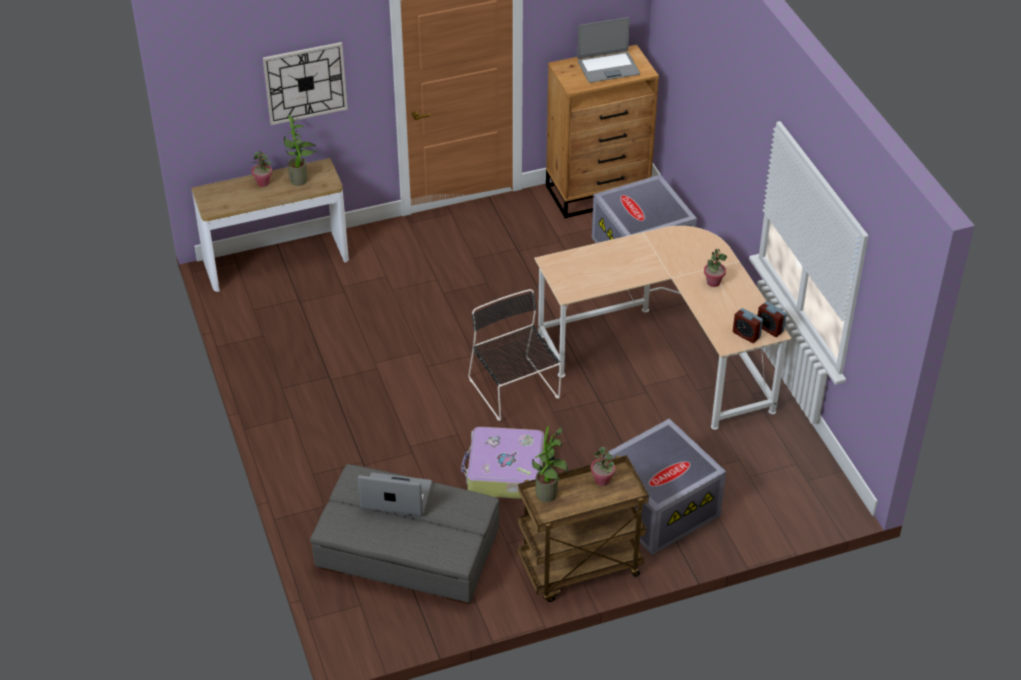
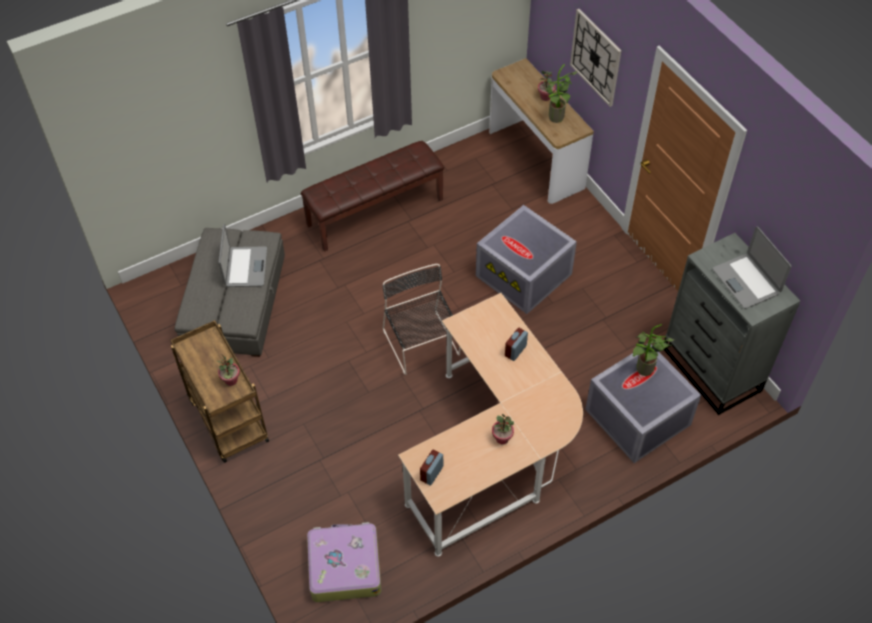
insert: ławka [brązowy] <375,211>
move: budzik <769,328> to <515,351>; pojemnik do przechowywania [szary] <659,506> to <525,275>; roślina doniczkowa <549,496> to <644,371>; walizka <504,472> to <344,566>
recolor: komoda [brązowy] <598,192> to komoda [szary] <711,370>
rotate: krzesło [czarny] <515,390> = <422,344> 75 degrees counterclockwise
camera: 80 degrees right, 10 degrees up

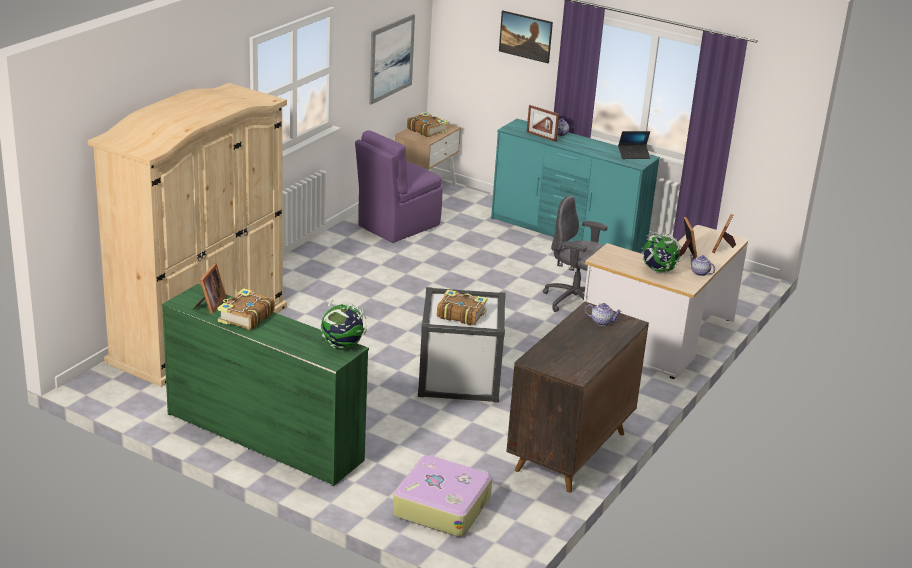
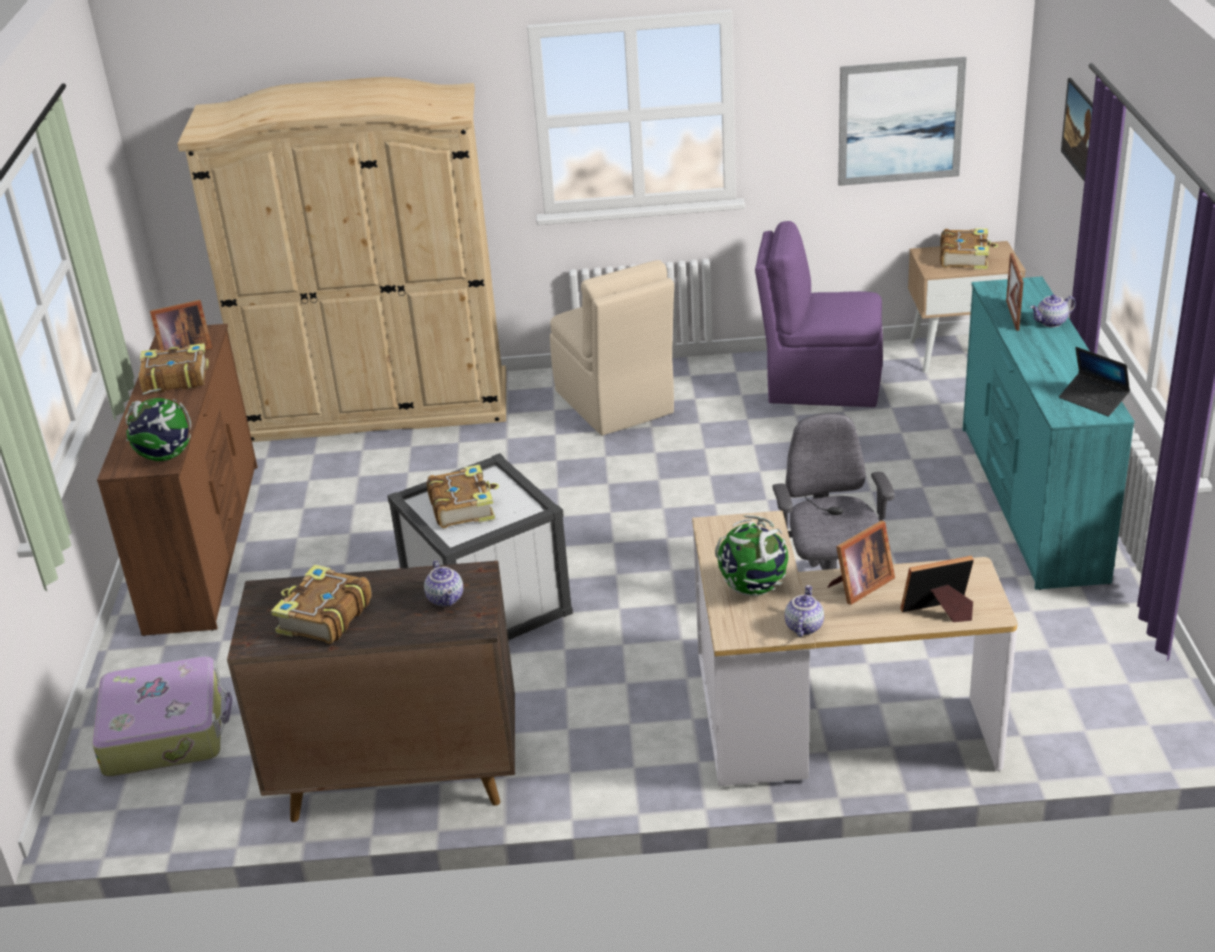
insert: krzesło [beżowy] <615,404>; książka <323,617>
recolor: komoda [zielony] <264,436> to komoda [brązowy] <206,545>
camera: 60 degrees right, 5 degrees up

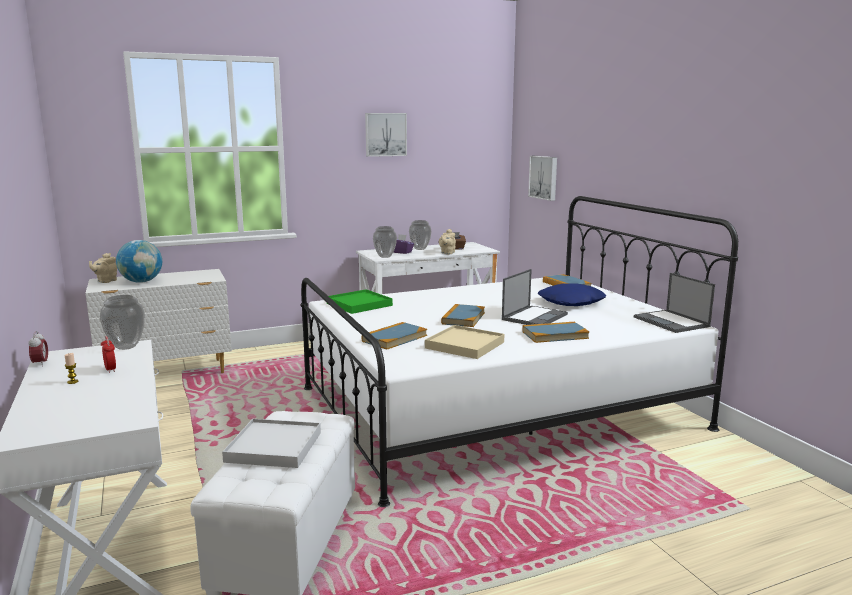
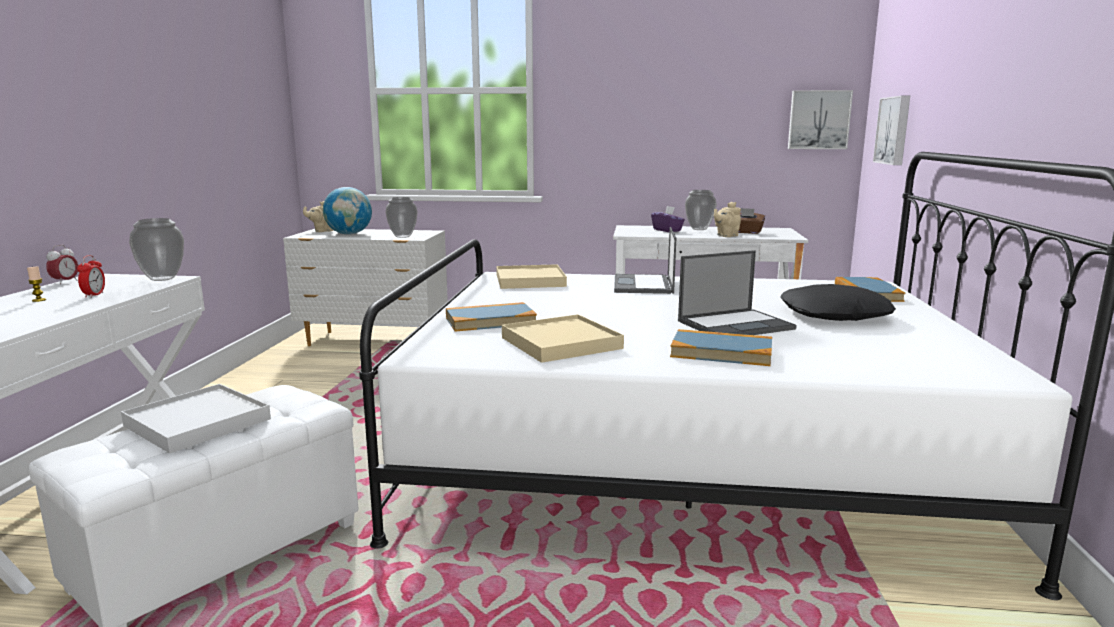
delete: książka <463,318>
move: obraz <385,134> to <819,120>; wazon <384,257> to <402,237>; laptop <672,322> to <643,285>
recolor: poduszka [niebieski] <571,302> to poduszka [czarny] <834,315>; taca [zielony] <359,304> to taca [beżowy] <530,281>
camera: 30 degrees right, 0 degrees up

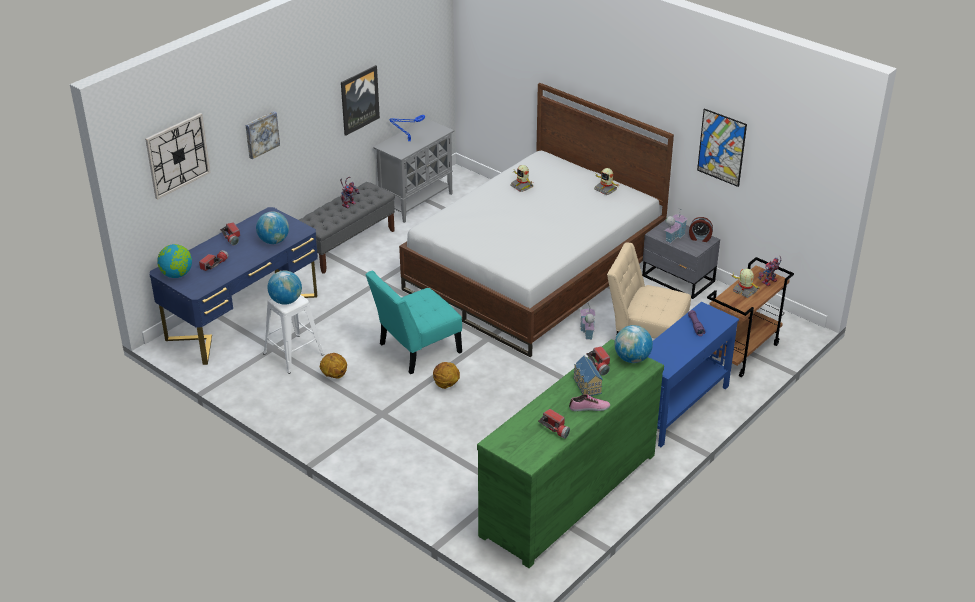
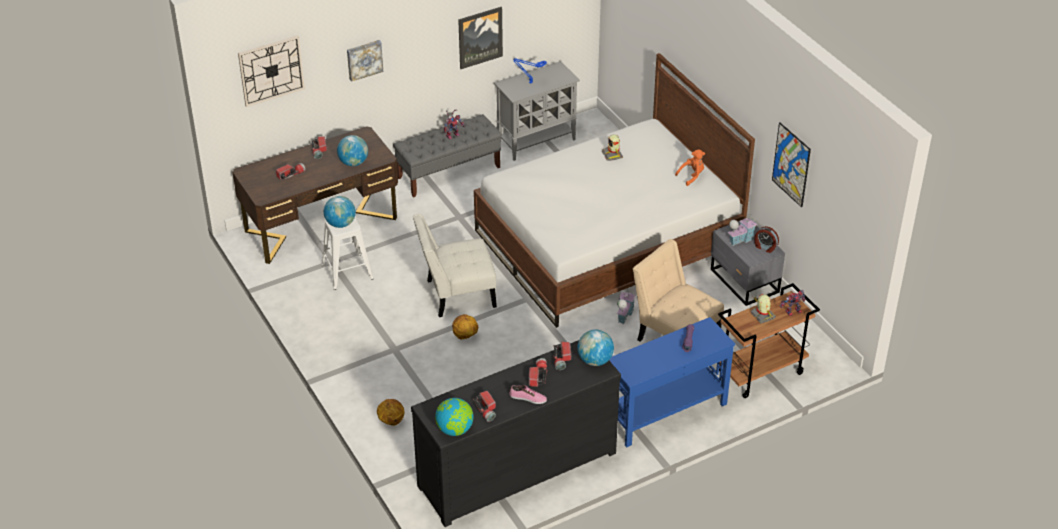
move: globus <177,275> to <455,430>; piłka do koszykówki <334,376> to <391,421>
replace: robot zabawkowy <605,189> to pluszak [pomarańczowy] <692,176>; domek <586,385> to latarka <538,376>
recolor: biurko [niebieski] <243,317> to biurko [brązowy] <321,225>; krzesło [turkusowy] <416,350> to krzesło [biały] <456,294>; komoda [zielony] <567,494> to komoda [czarny] <516,468>
camera: 20 degrees right, 5 degrees up

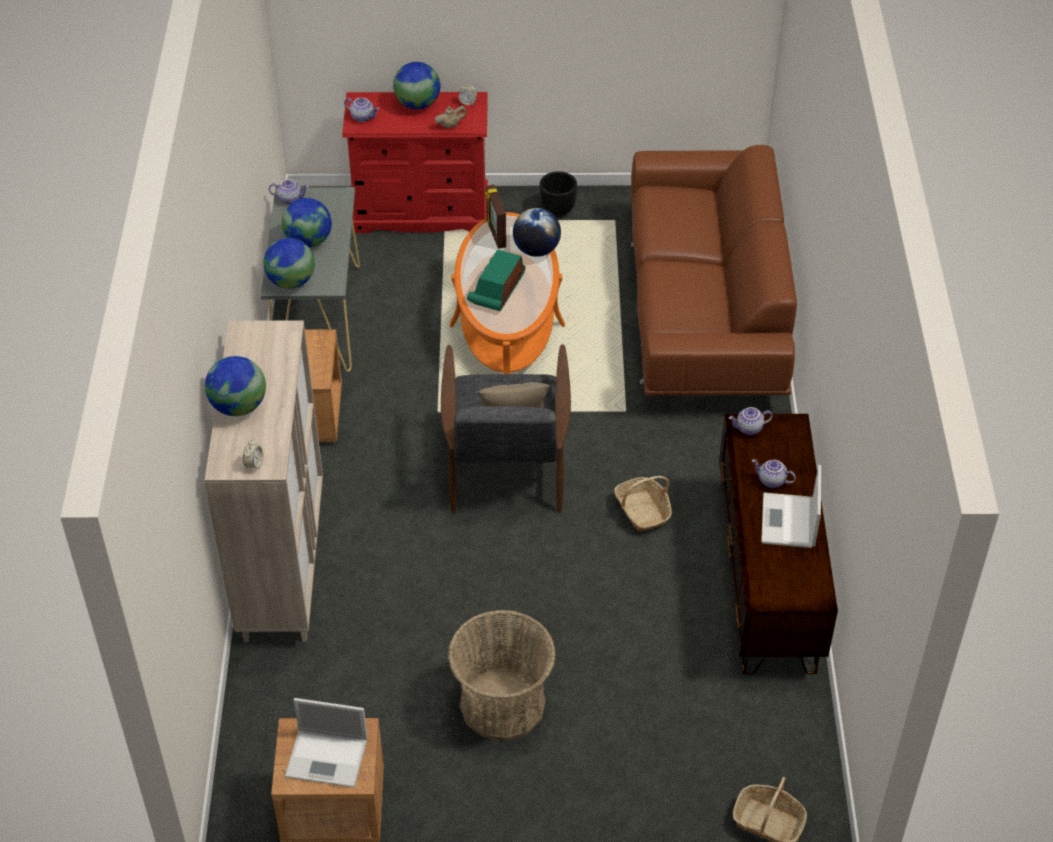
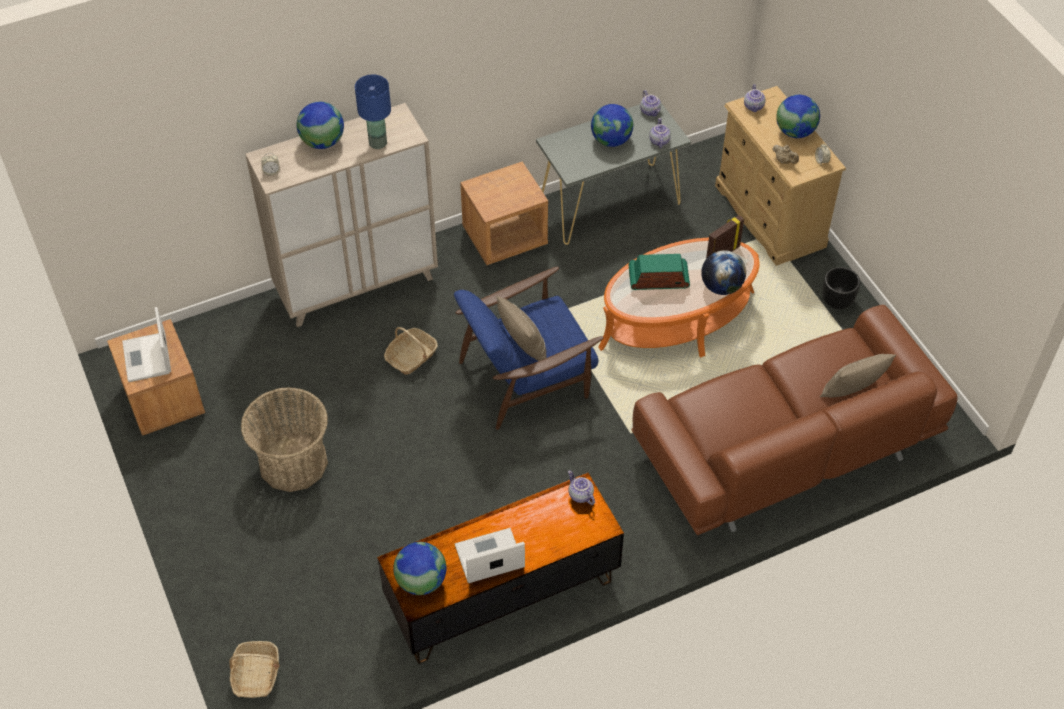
insert: lampa stołowa [niebieski] <378,143>; poduszka [beżowy] <852,392>
move: globus <291,282> to <421,581>; imbryk <771,481> to <658,141>; koszyk <642,511> to <411,357>
recolor: komoda [czerwony] <421,212> to komoda [beżowy] <769,216>; fotel [szary] <506,464> to fotel [niebieski] <527,376>
camera: 65 degrees right, 5 degrees up

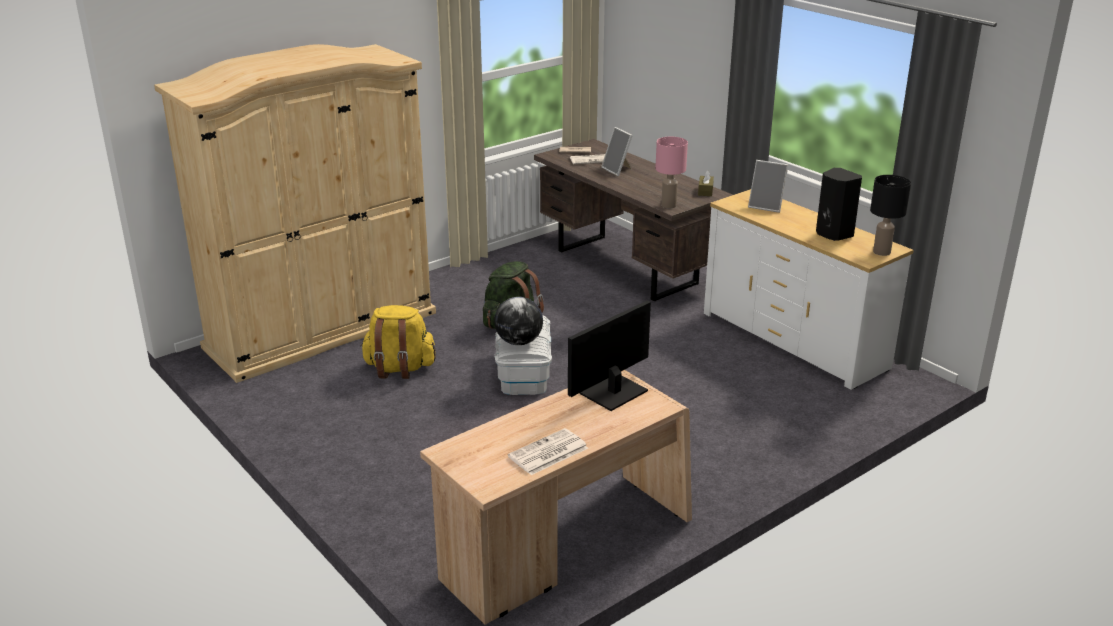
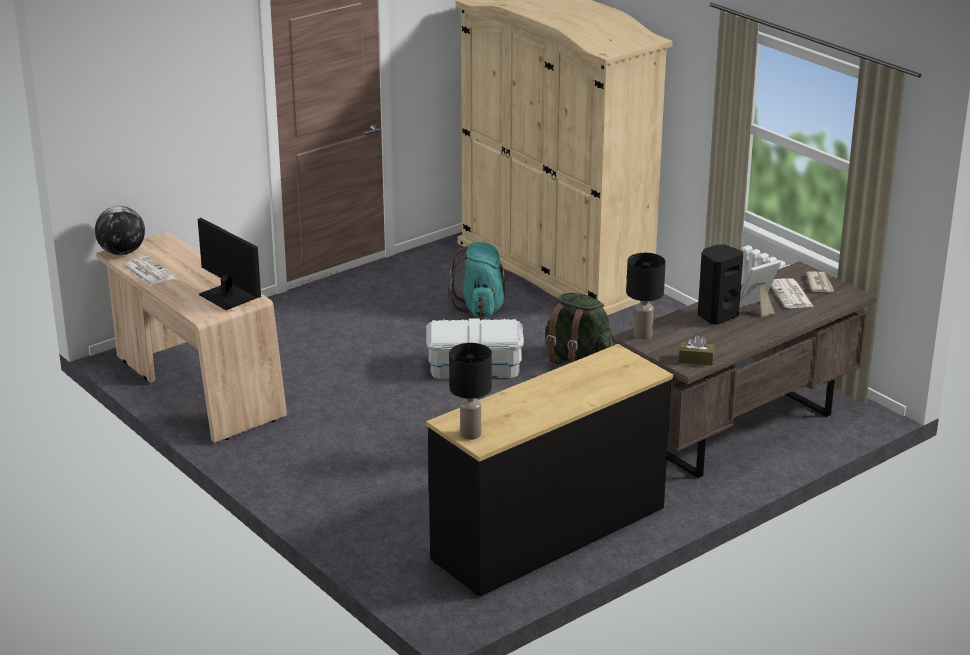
delete: ramka na zdjęcie <766,206>
move: głośnik [czarny] <833,234> to <716,315>; globus <519,342> to <122,252>
recolor: lampa stołowa [różowy] <668,205> to lampa stołowa [czarny] <643,335>; komoda [biały] <794,340> to komoda [czarny] <550,534>; plecak [żółty] <399,368> to plecak [turkusowy] <481,308>
camera: 90 degrees right, 0 degrees up

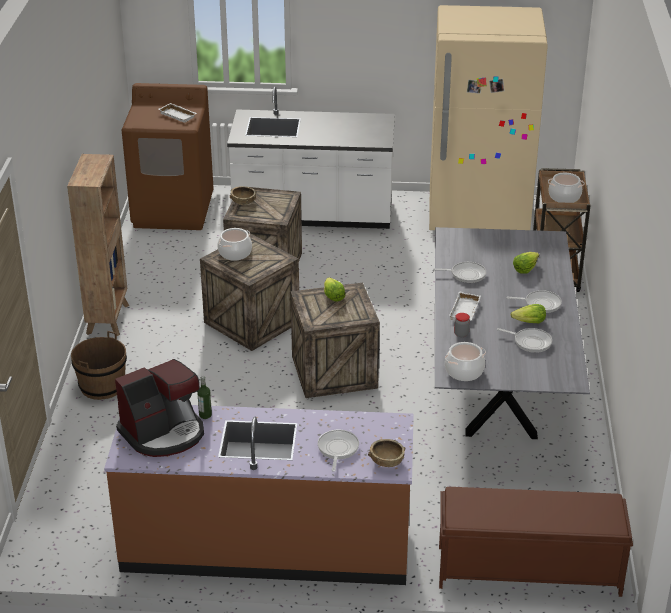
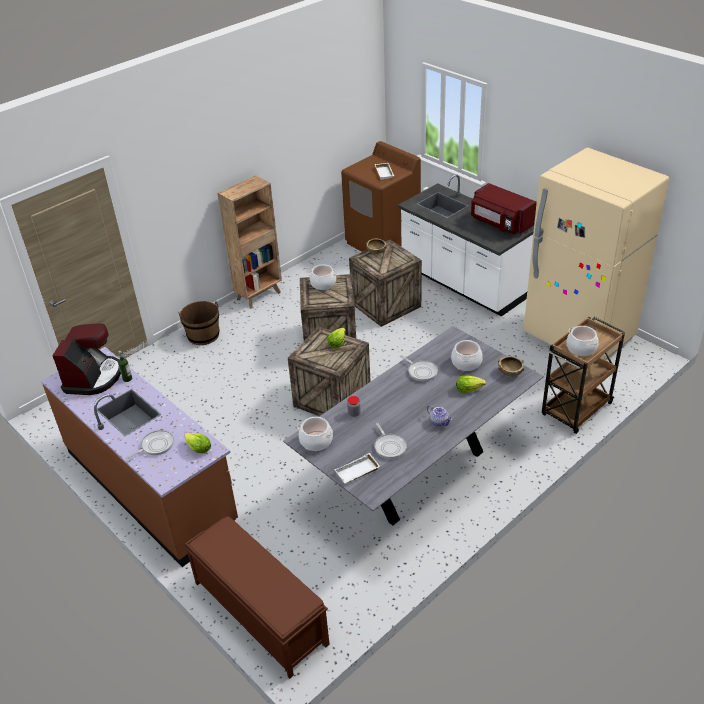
insert: mikrofalówka [czerwony] <500,224>; garnek <466,362>
move: taca [biały] <466,311> to <357,472>; sałata <529,322> to <198,448>; miska [brązowy] <386,461> to <510,372>
replace: patelnia <540,304> to imbryk <439,422>
rotate: ekspres do kawy <164,433> = <93,377> 90 degrees counterclockwise
camera: 45 degrees right, 5 degrees up

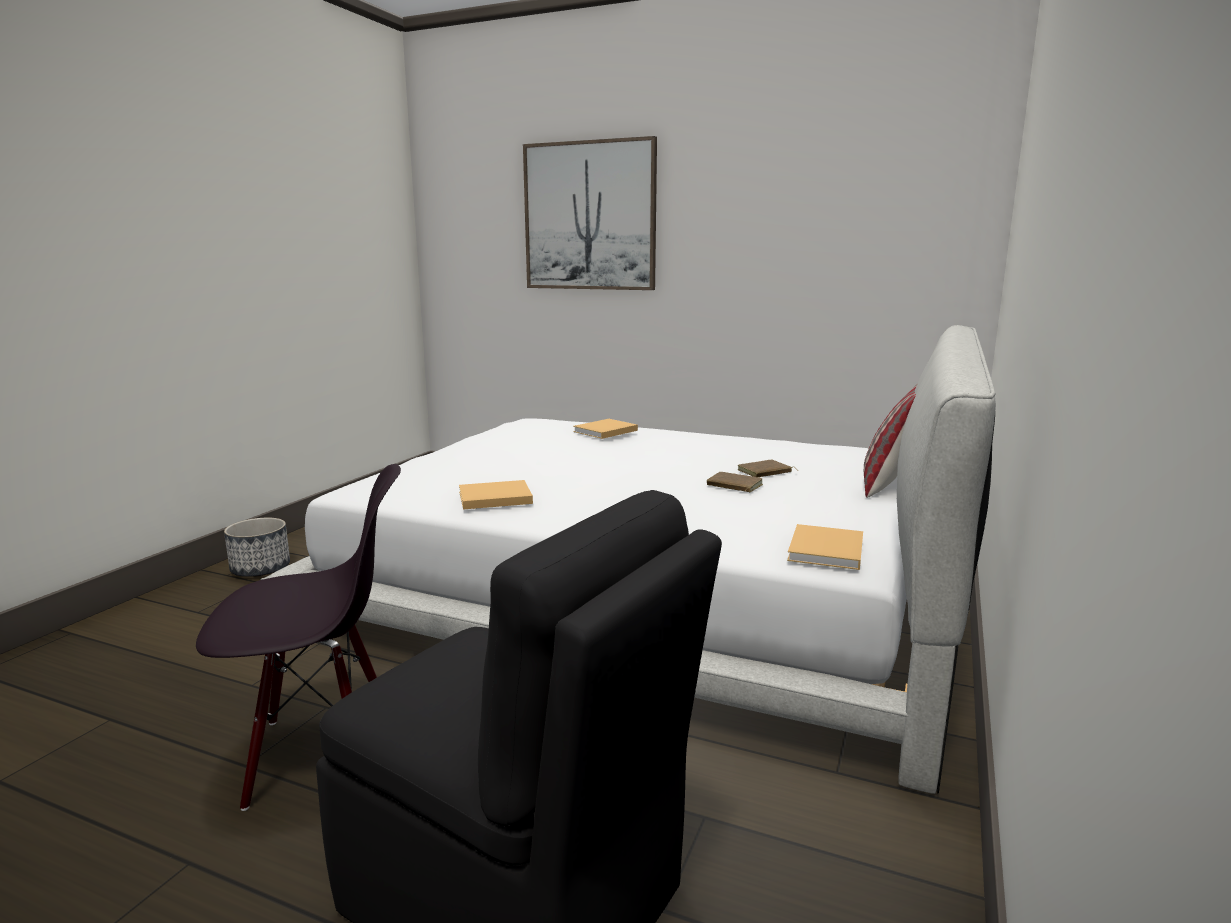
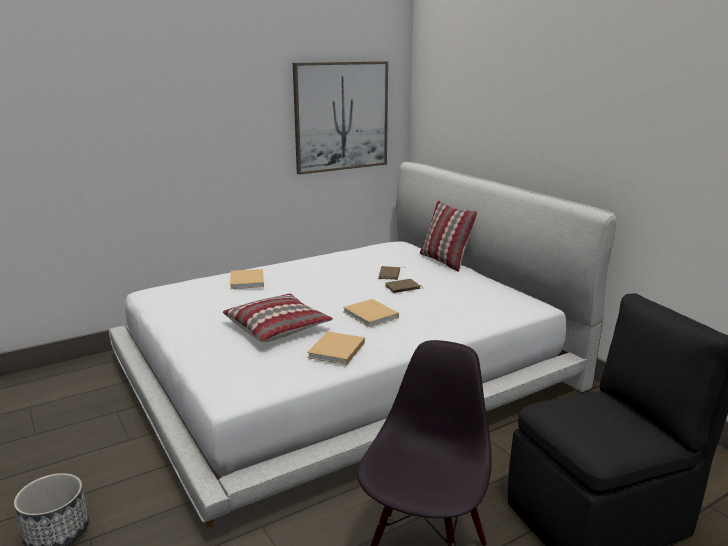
insert: poduszka <277,328>
move: obraz <589,216> to <341,116>; książka [beżowy] <825,551> to <371,315>
camera: 55 degrees left, 5 degrees up

